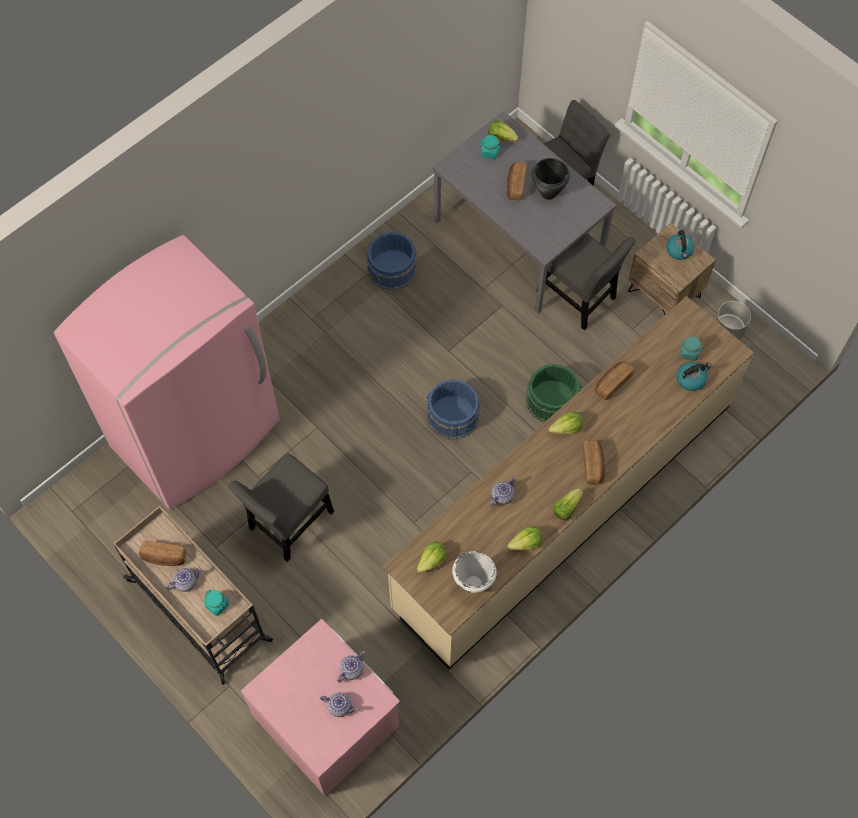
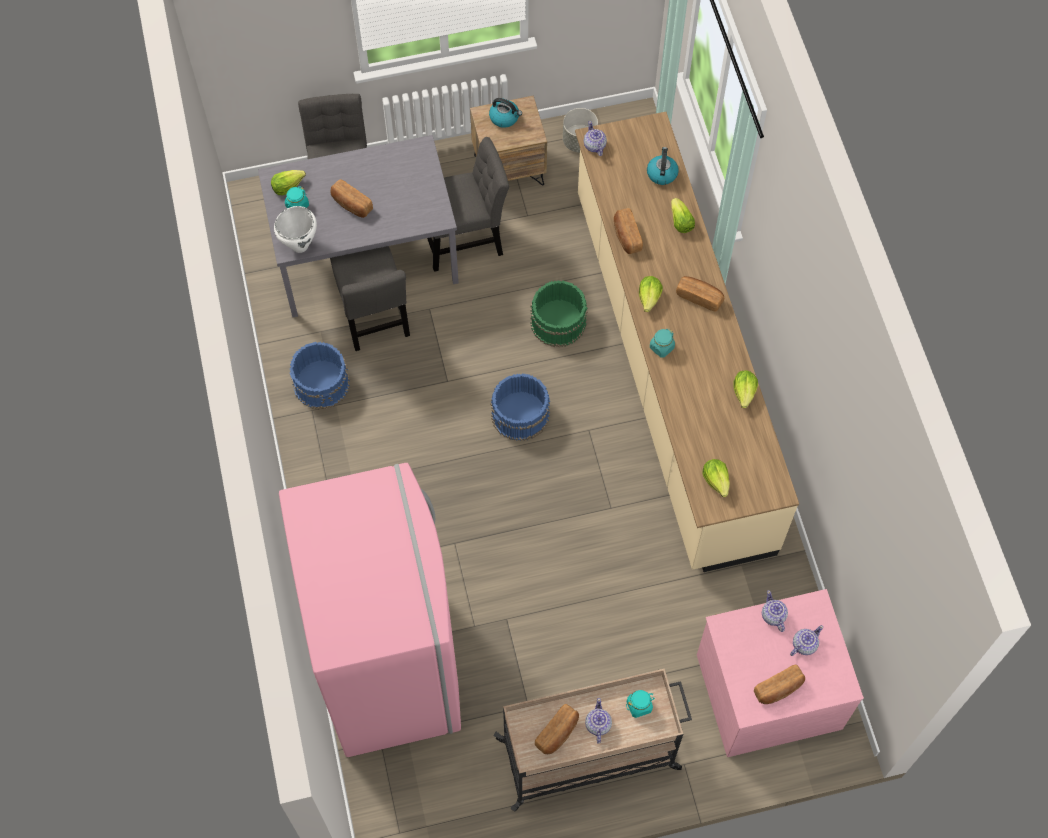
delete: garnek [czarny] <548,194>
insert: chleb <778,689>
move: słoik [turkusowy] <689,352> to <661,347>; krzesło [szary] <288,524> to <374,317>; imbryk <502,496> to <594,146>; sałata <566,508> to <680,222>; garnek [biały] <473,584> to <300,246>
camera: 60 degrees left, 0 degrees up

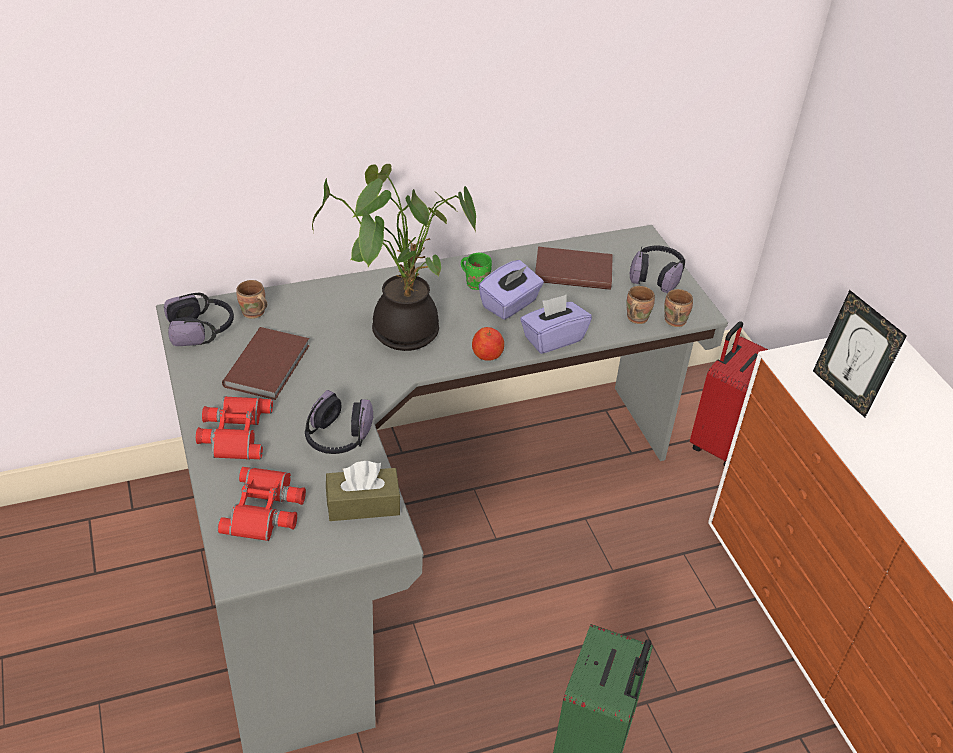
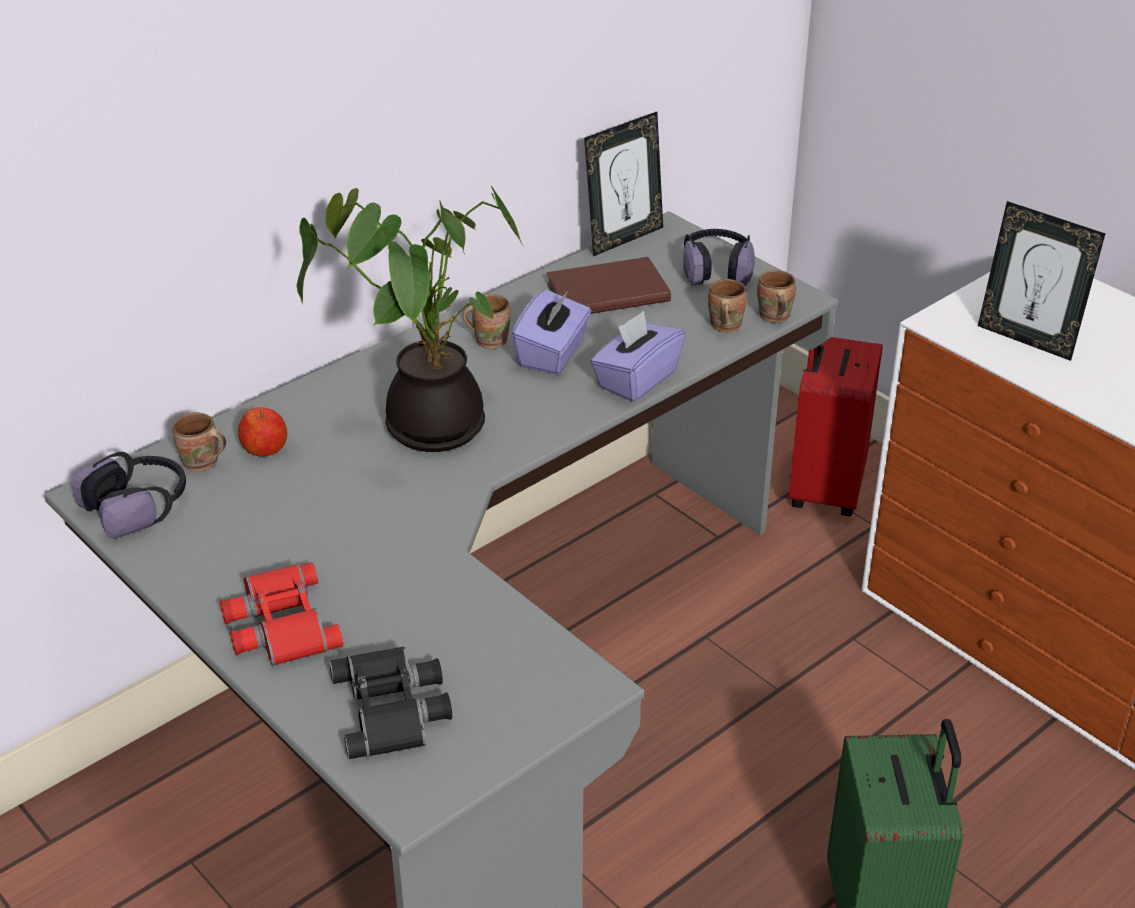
delete: książka [brązowy] <269,365>; słuchawki <337,438>; pudełko chusteczek [brązowy] <363,504>
insert: ramka na zdjęcie <623,238>
move: jabłko <487,354> to <265,448>
recolor: kubek [zielony] <476,283> to kubek [brązowy] <490,340>; lornetka [czerwony] <266,510> to lornetka [czarny] <393,708>
camera: 20 degrees left, 5 degrees down

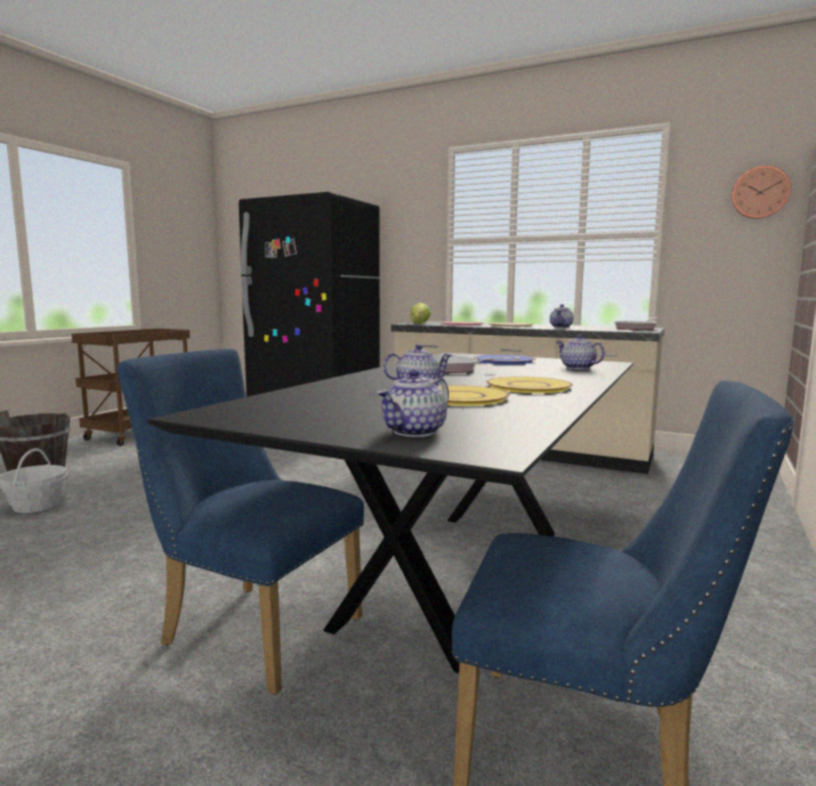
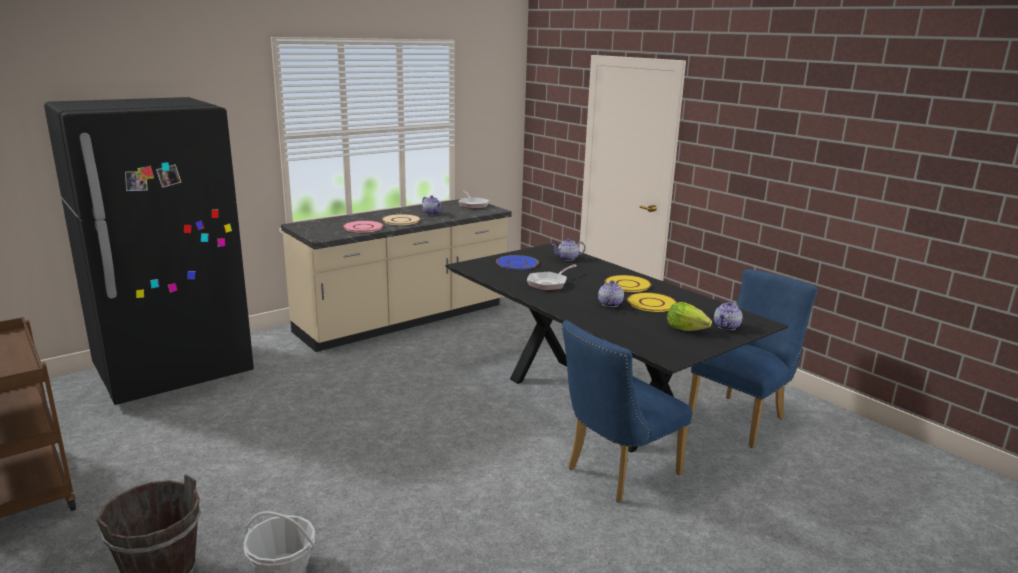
delete: zegar ścienny <760,193>
move: sałata <419,324> to <685,329>
rotate: imbryk <415,432> = <727,327> 60 degrees clockwise
camera: 65 degrees left, 10 degrees up

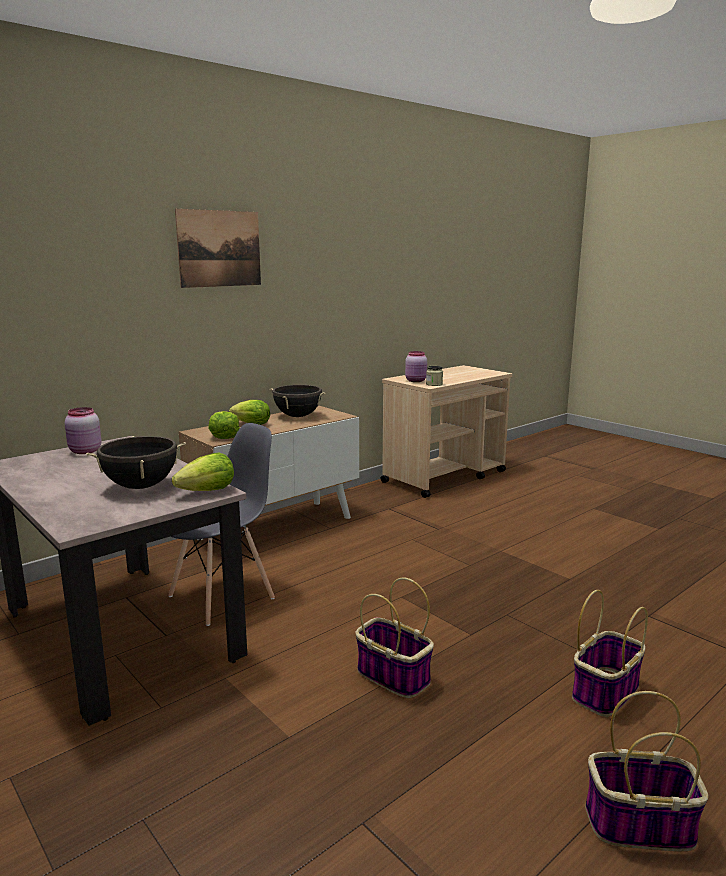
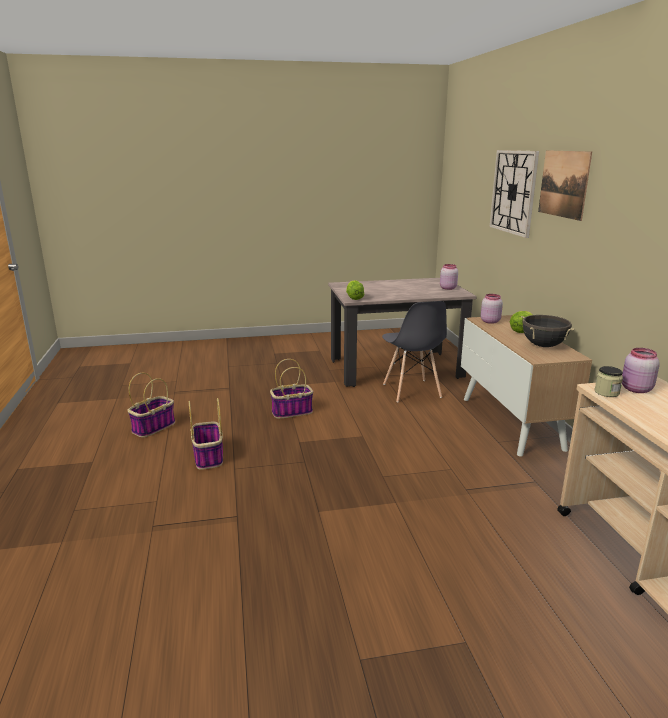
delete: garnek [czarny] <141,486>
insert: zegar ścienny <513,192>
replace: sałata <223,436> to słoik [różowy] <489,321>
camera: 120 degrees right, 5 degrees up

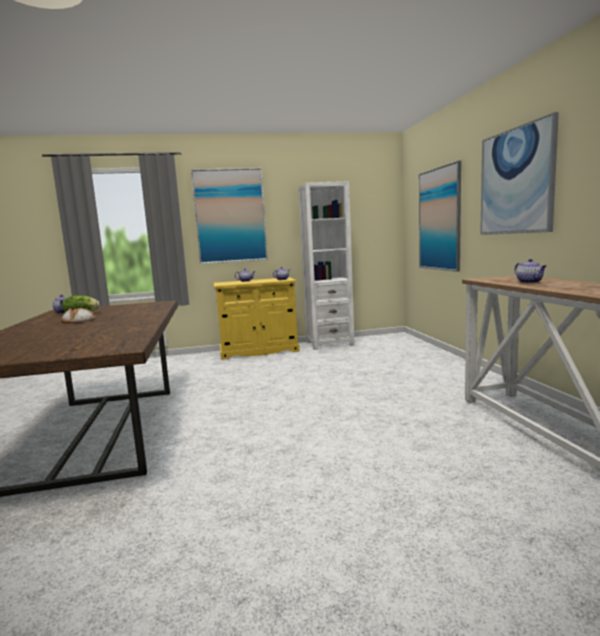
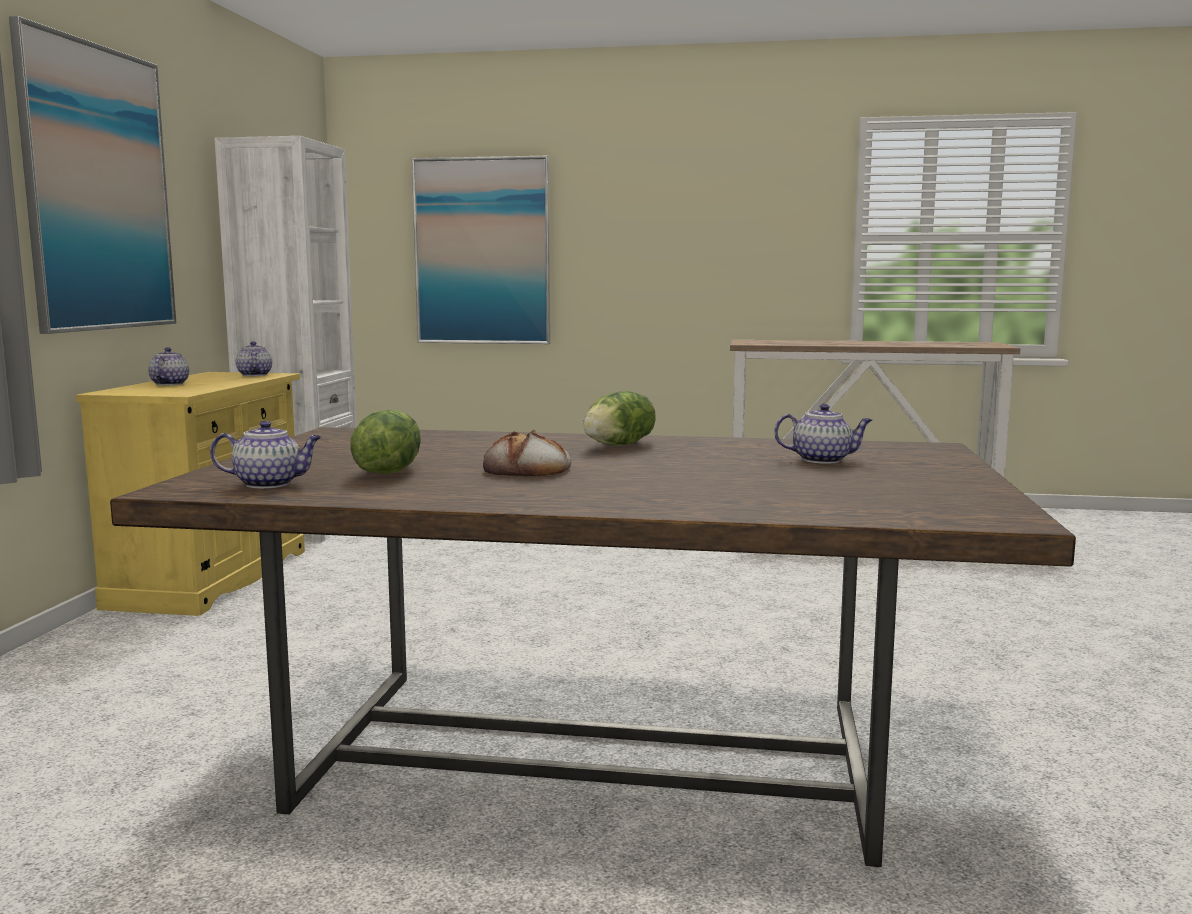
delete: obraz <516,181>
insert: sałata <620,445>
move: imbryk <530,282> to <823,460>
camera: 70 degrees left, 0 degrees up

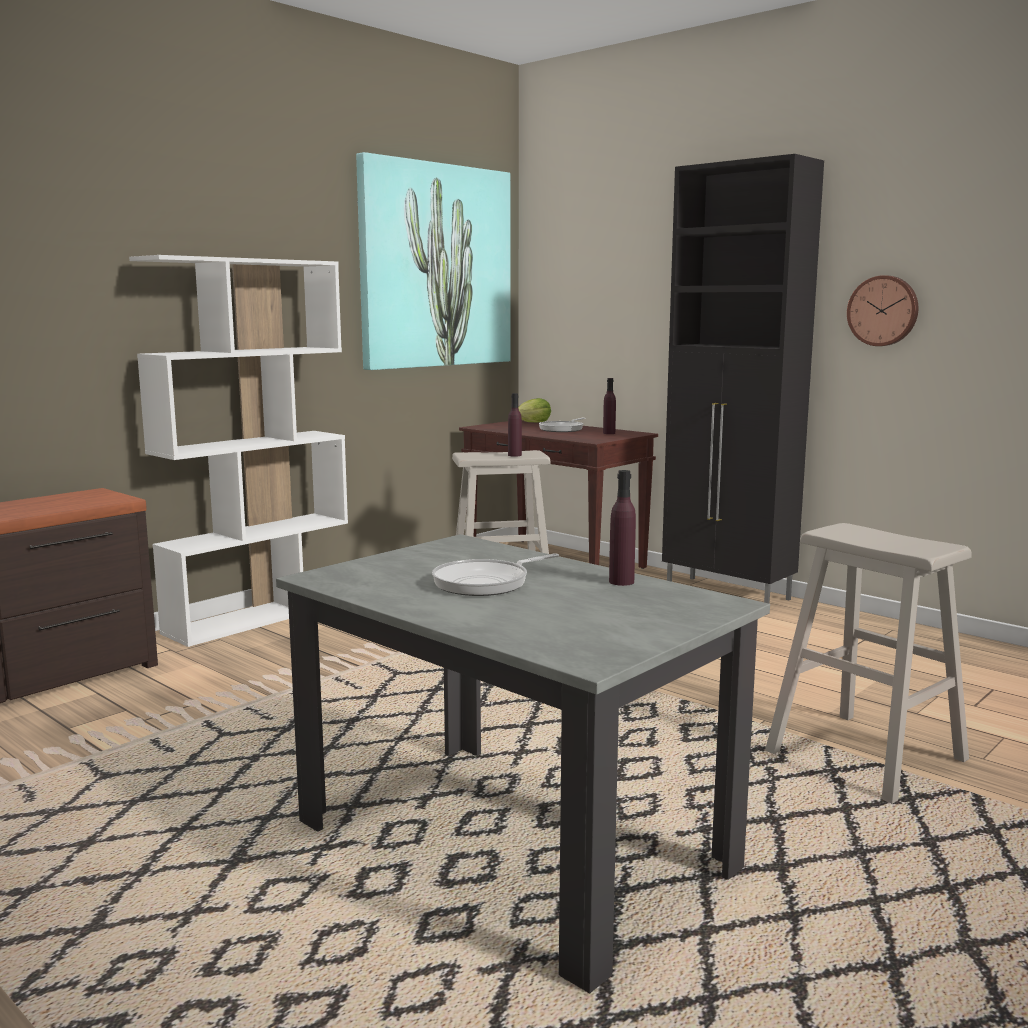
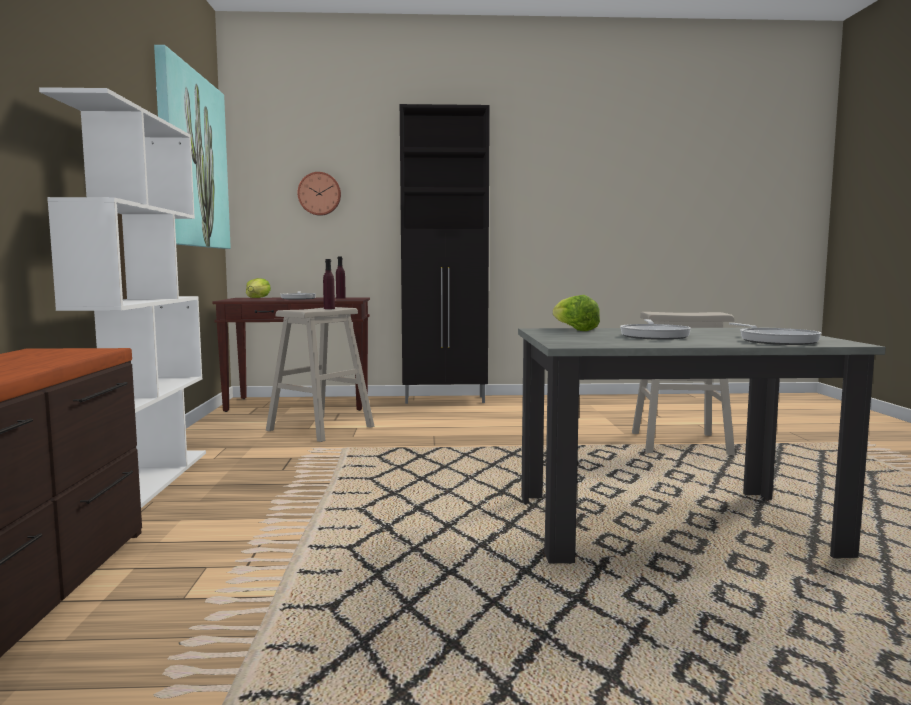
delete: butelka [fioletowy] <621,582>
insert: sałata <574,330>; patelnia <775,340>
move: zegar ścienny <883,311> to <319,194>
camera: 45 degrees left, 5 degrees down

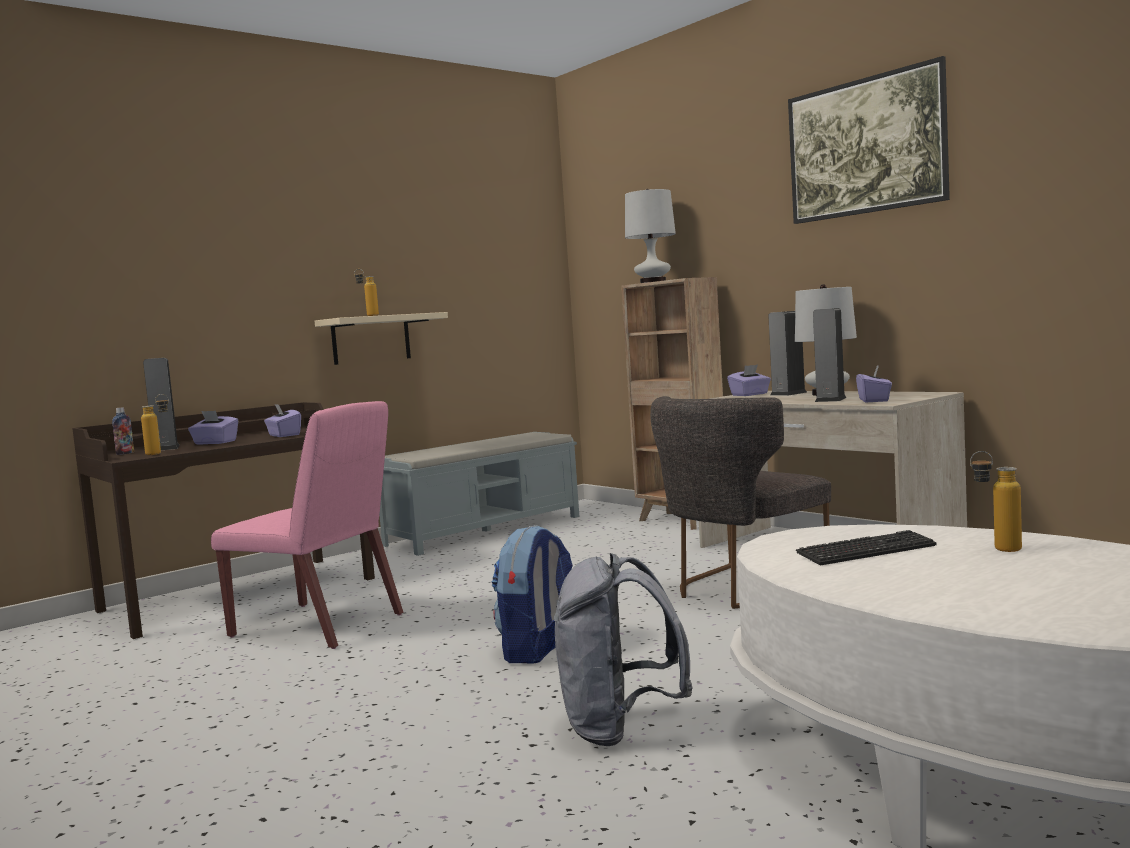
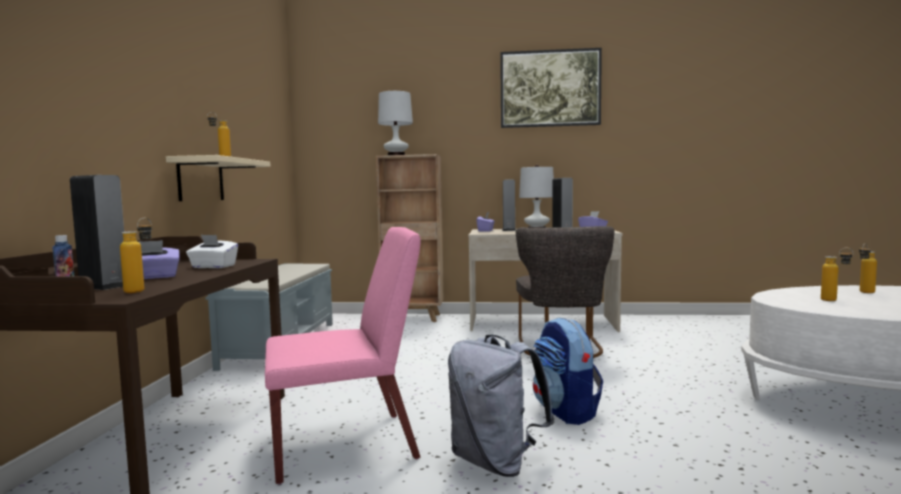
move: plecak [szary] <620,729> to <496,462>
replace: klawiatura <866,551> to butelka <835,300>
recolor: pudełko chusteczek [fioletowy] <284,435> to pudełko chusteczek [biały] <213,267>
camera: 45 degrees left, 0 degrees up

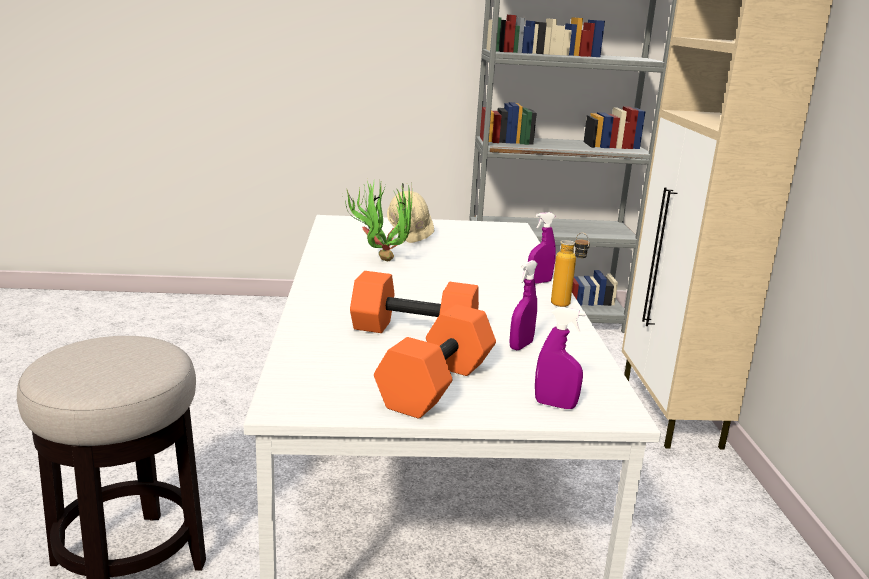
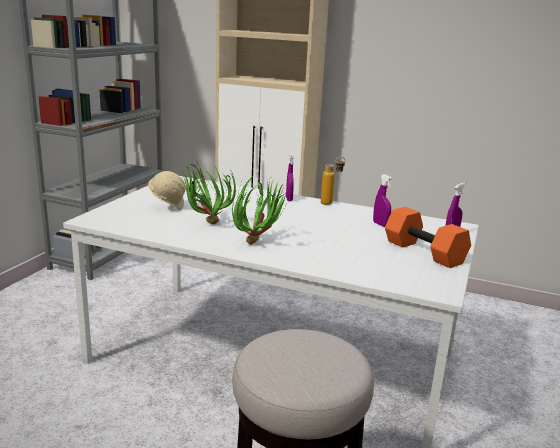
delete: hantel [pomarańczowy] <412,332>
insert: roślina doniczkowa <259,242>
camera: 65 degrees left, 0 degrees up

